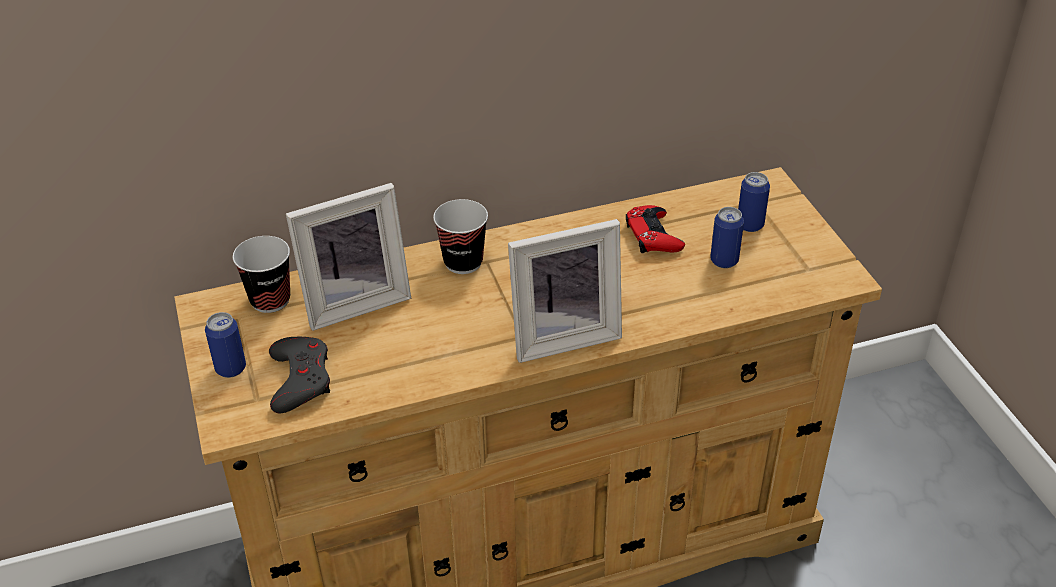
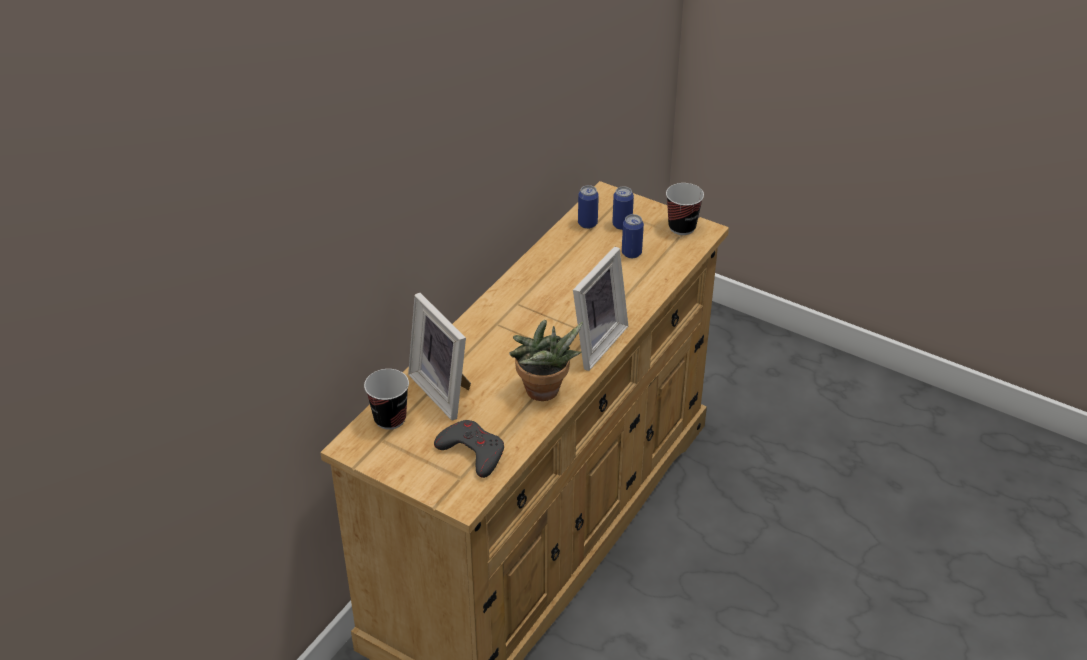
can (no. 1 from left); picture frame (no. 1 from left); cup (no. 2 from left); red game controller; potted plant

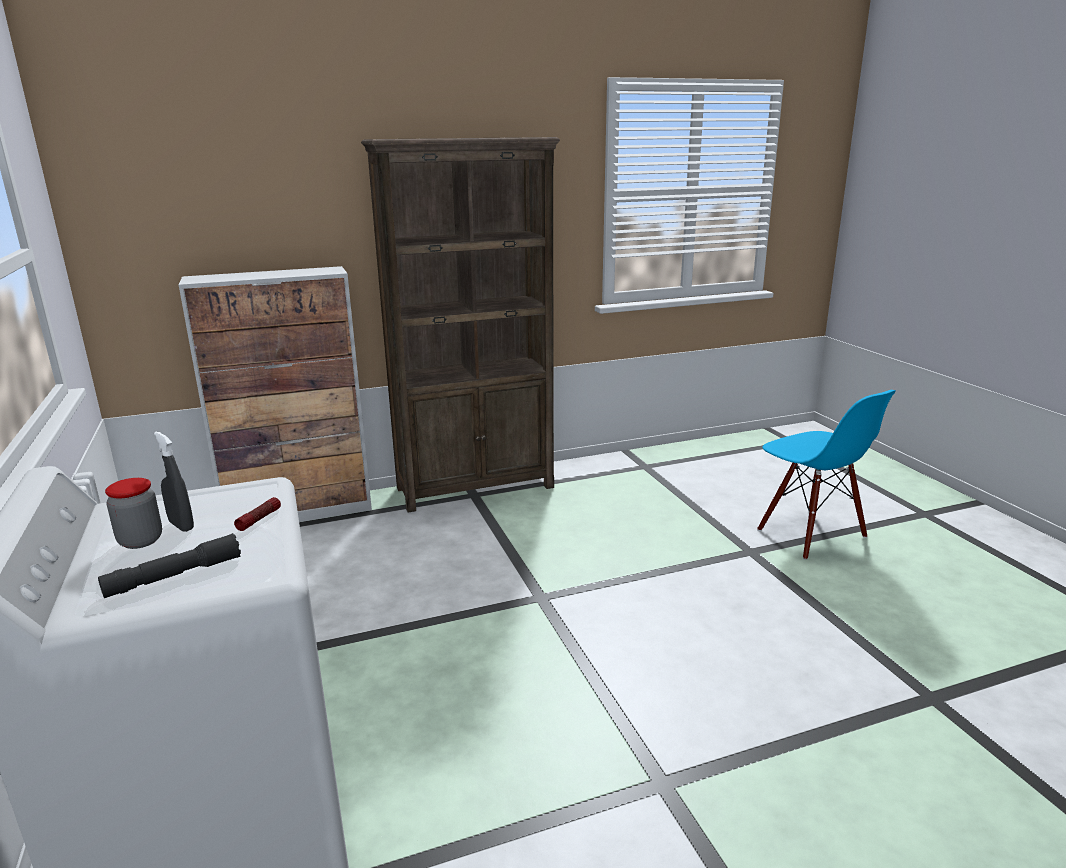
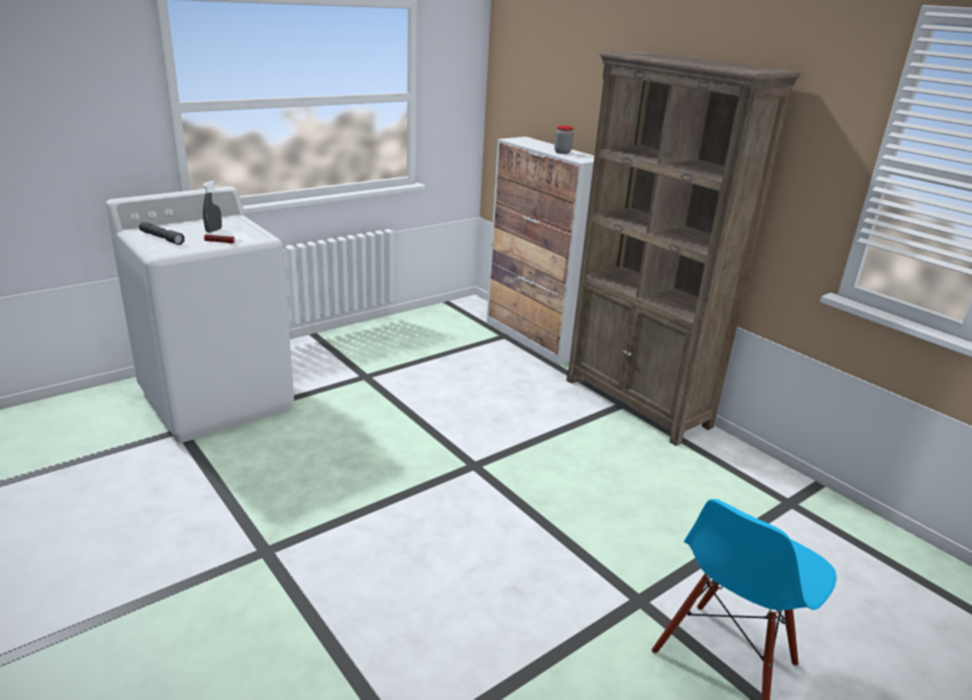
jar

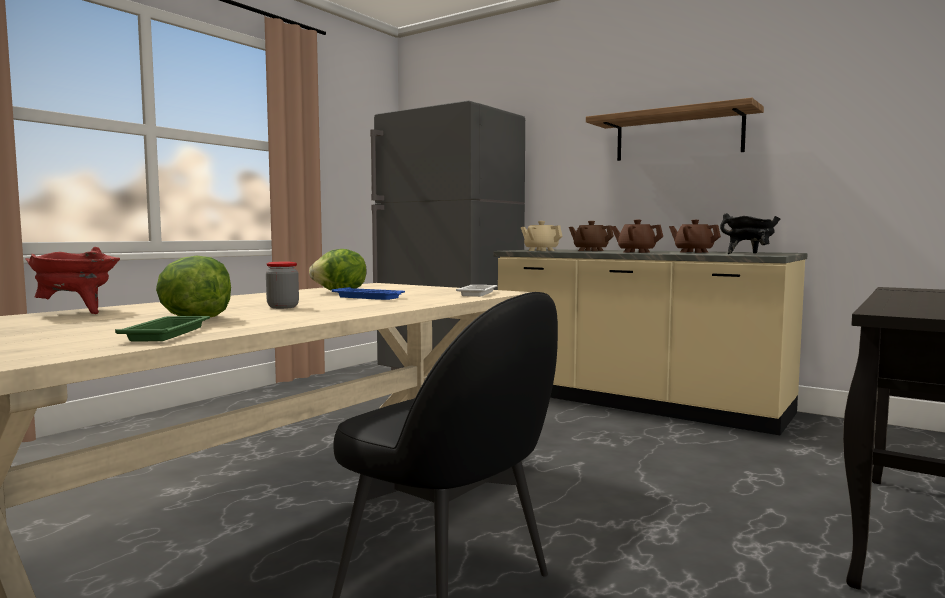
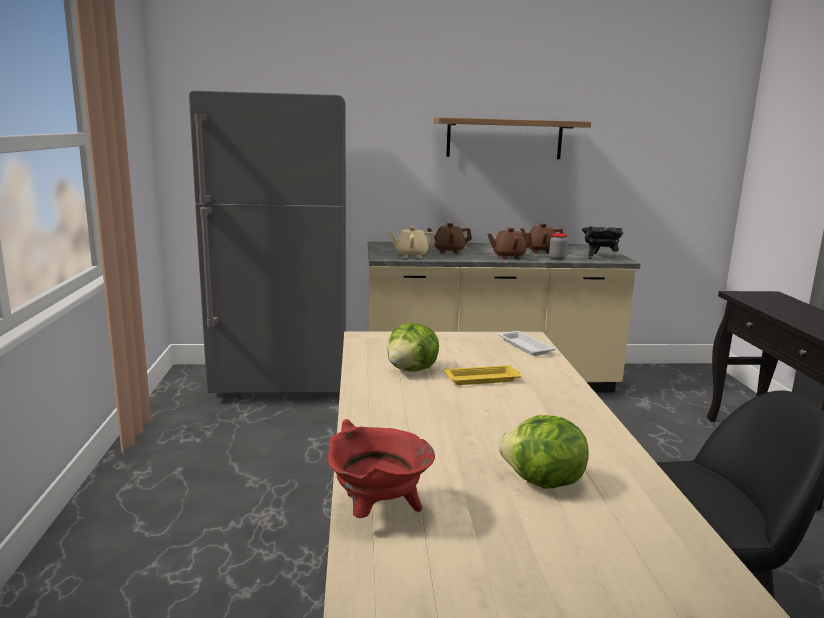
green tray; jar; yellow tray

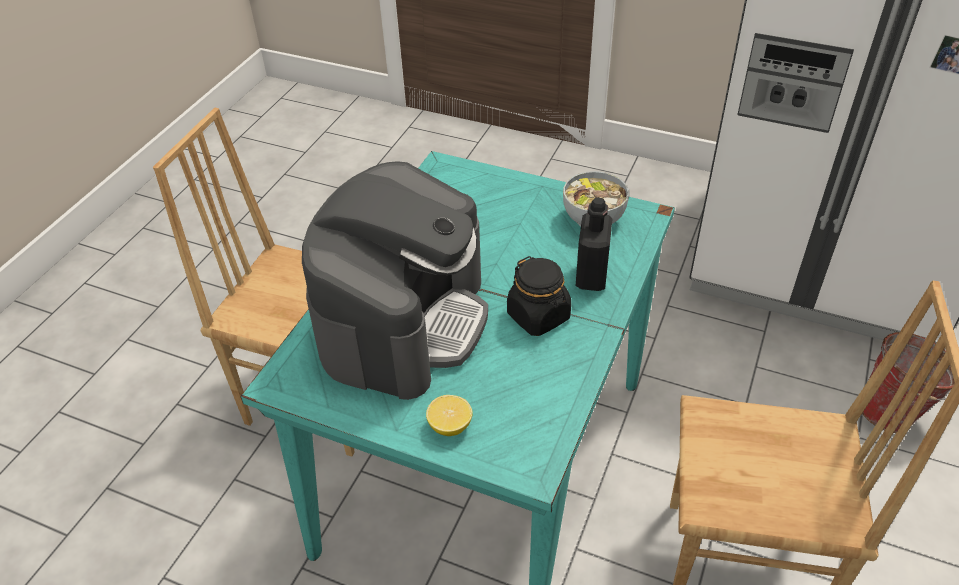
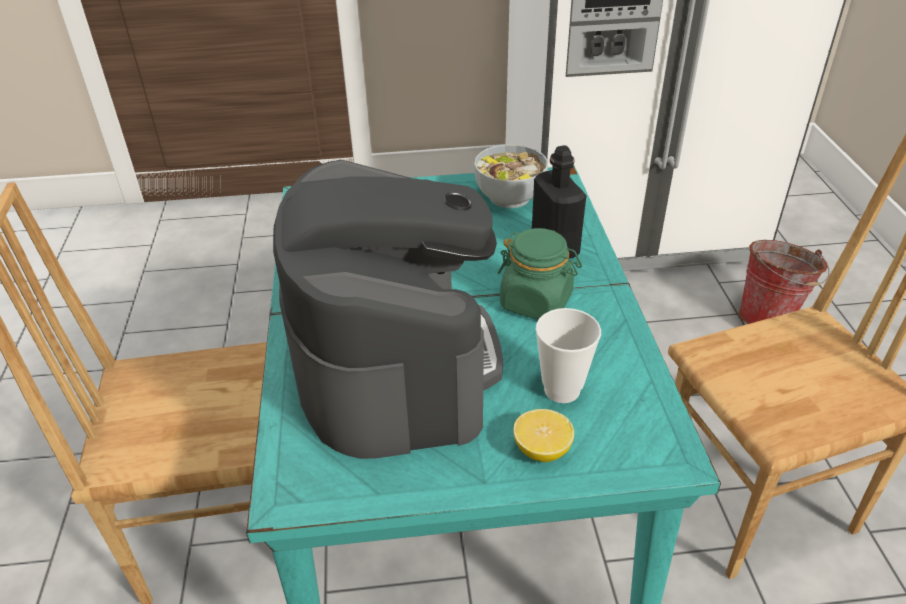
green jar; cup

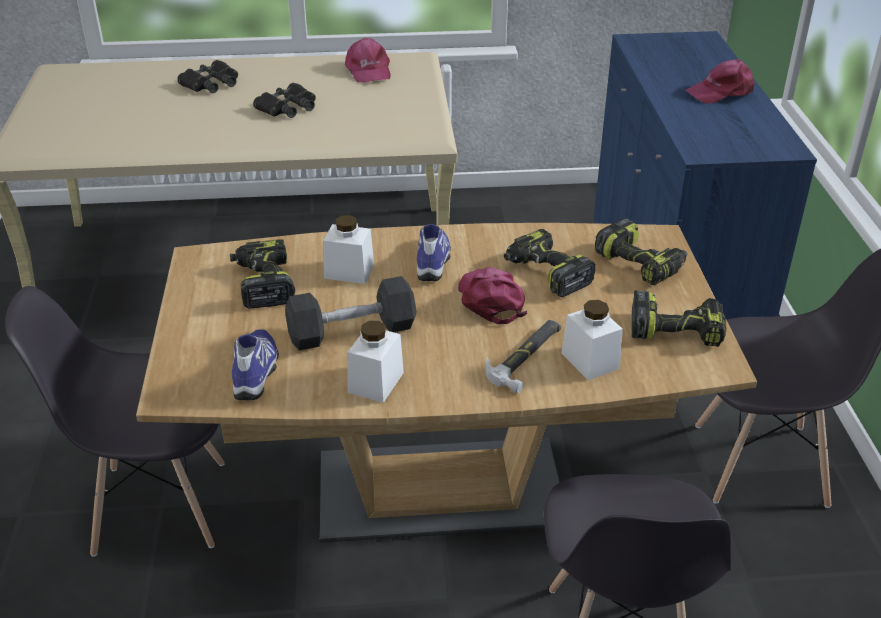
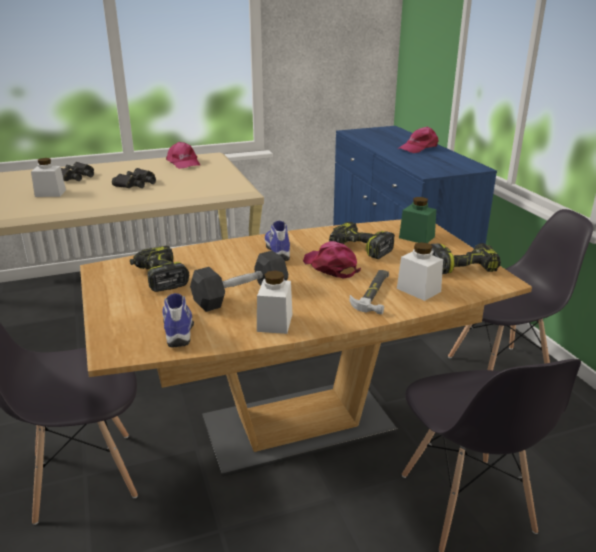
white jar (no. 1 from left); green jar

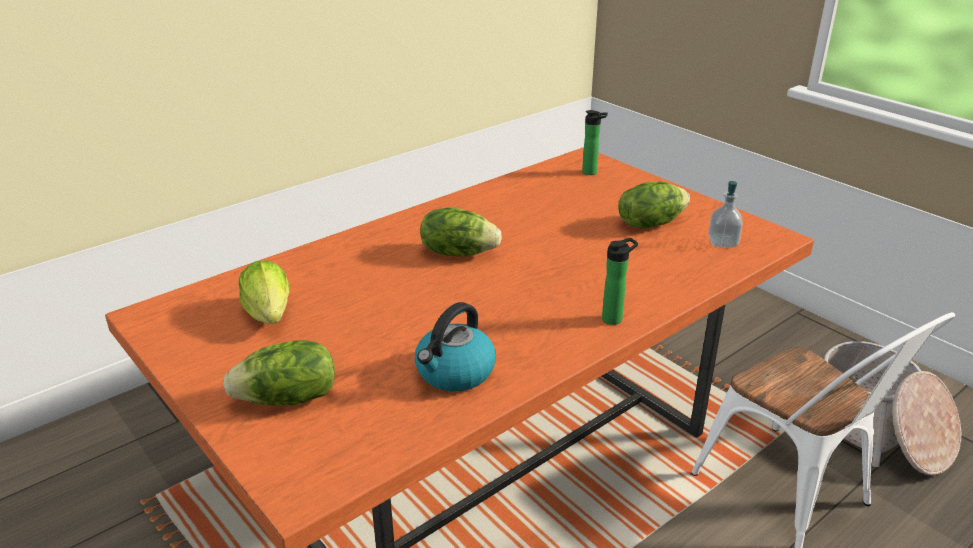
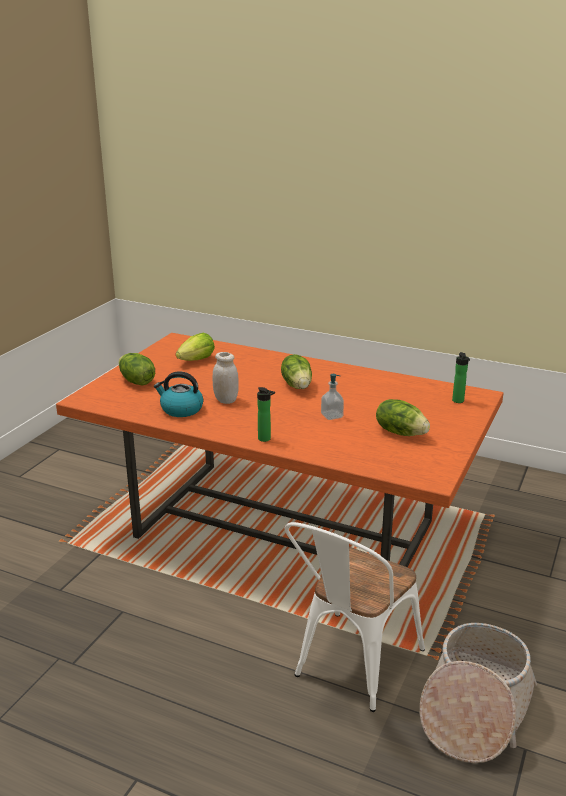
soap dispenser; white jar

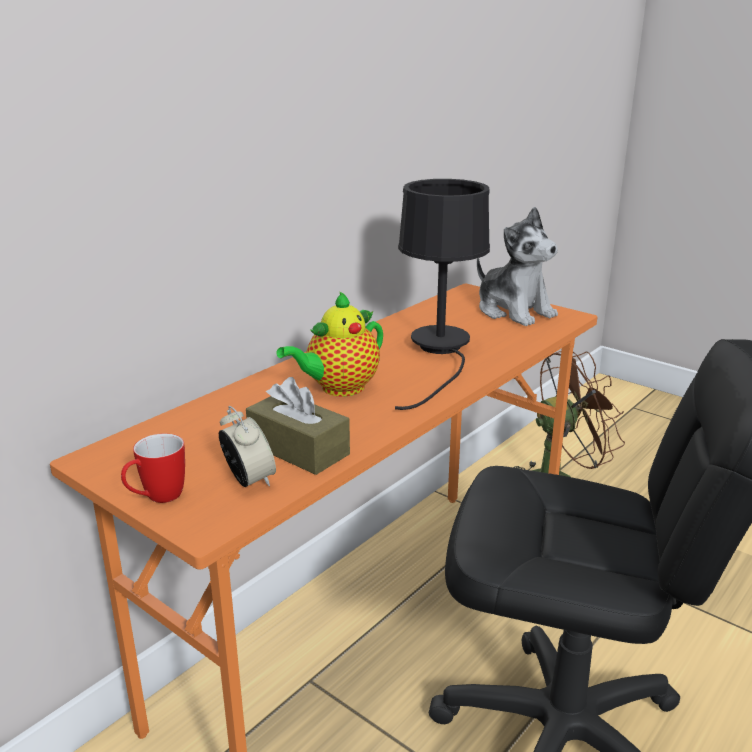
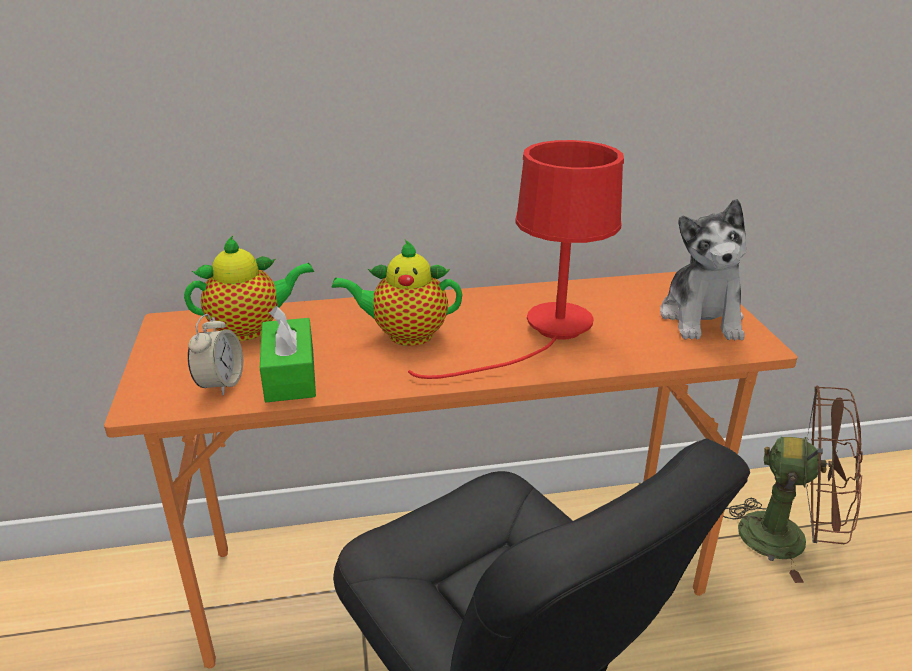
mug; green tissue box; red table lamp; teapot (no. 1 from left)

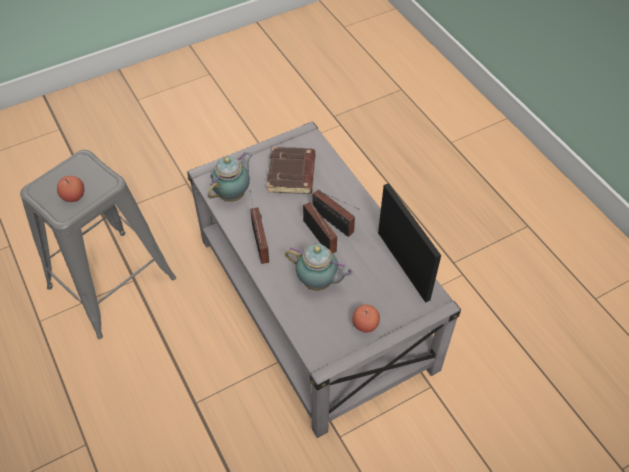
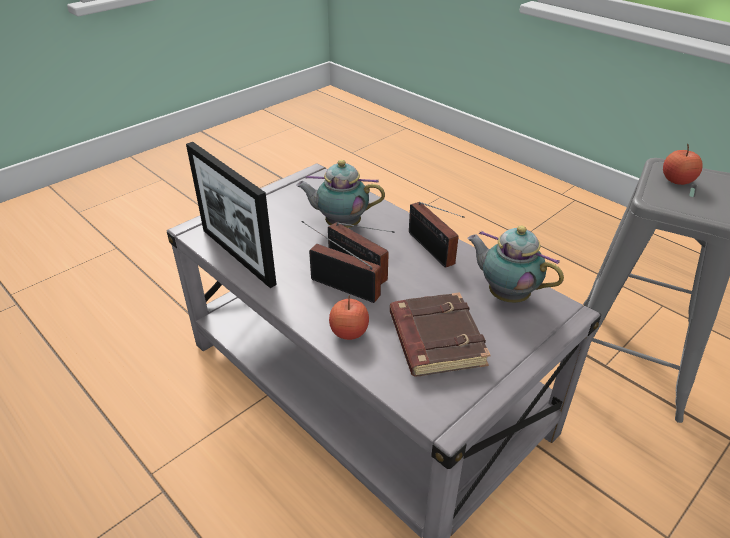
teapot (no. 2 from left); apple (no. 1 from left)

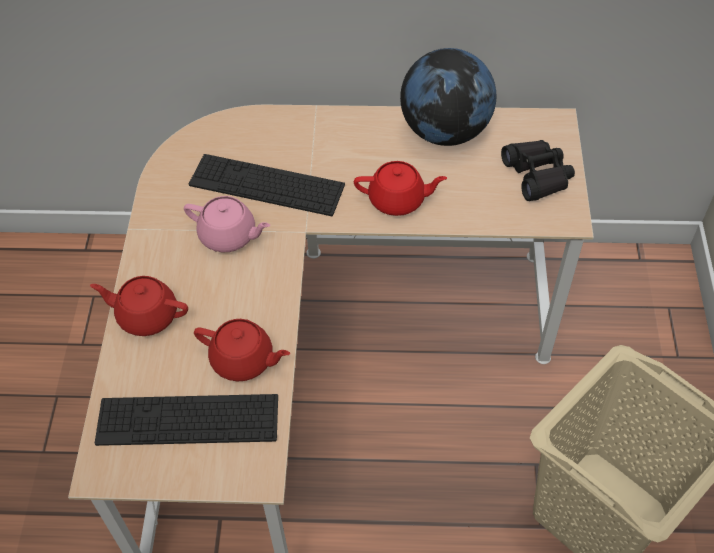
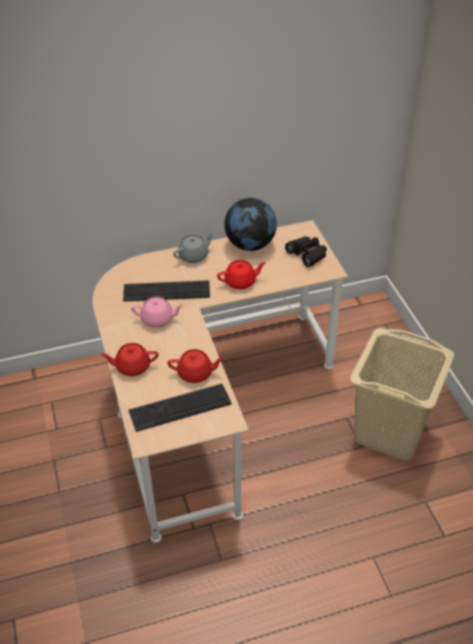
grey teapot

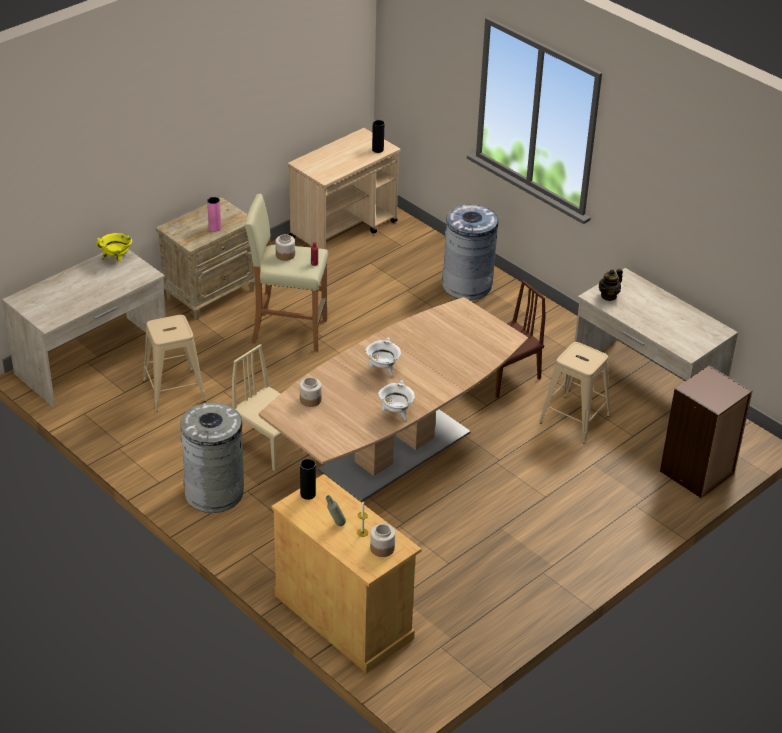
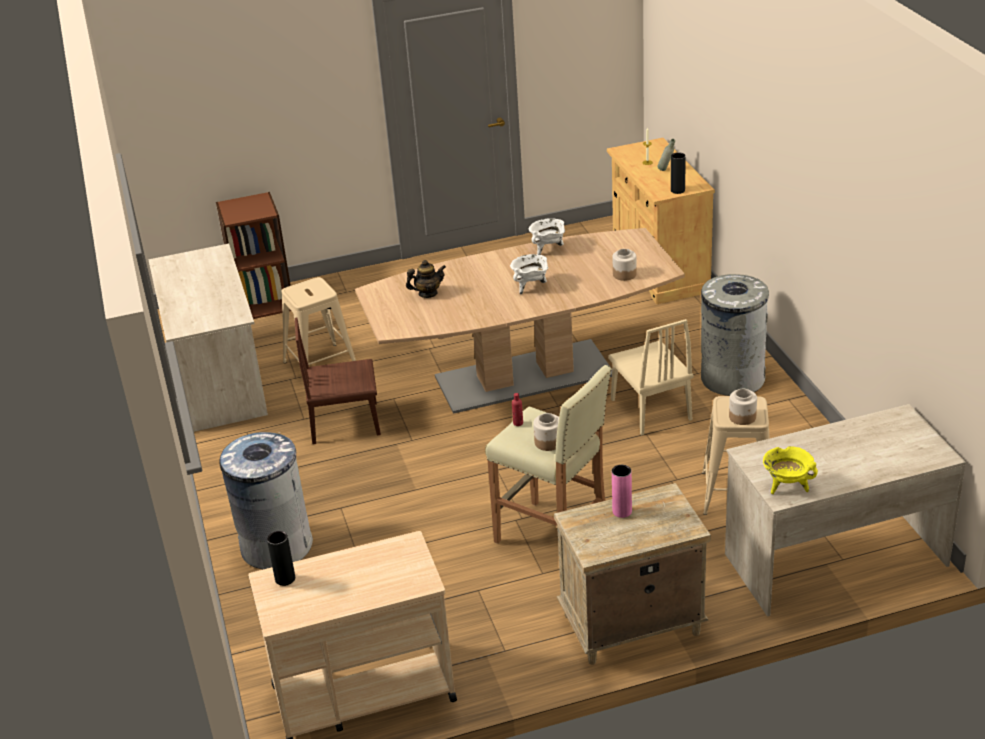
jar (no. 3 from left); teapot

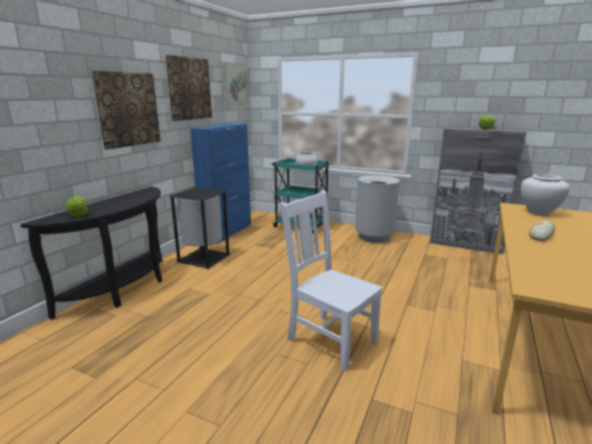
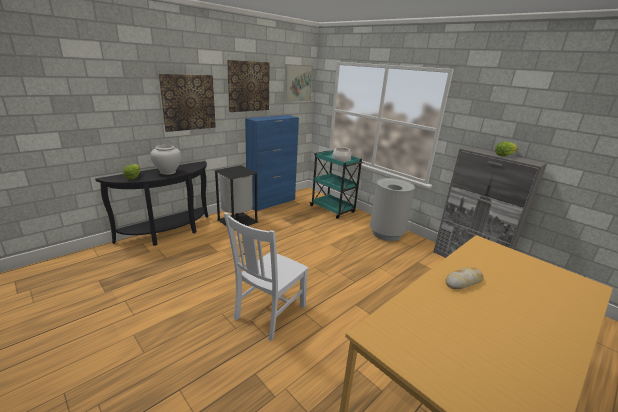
white chair; white vase

